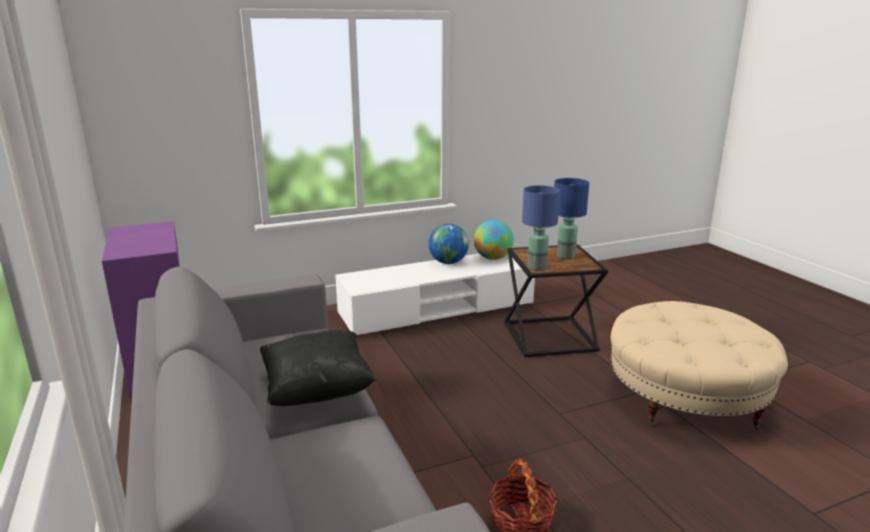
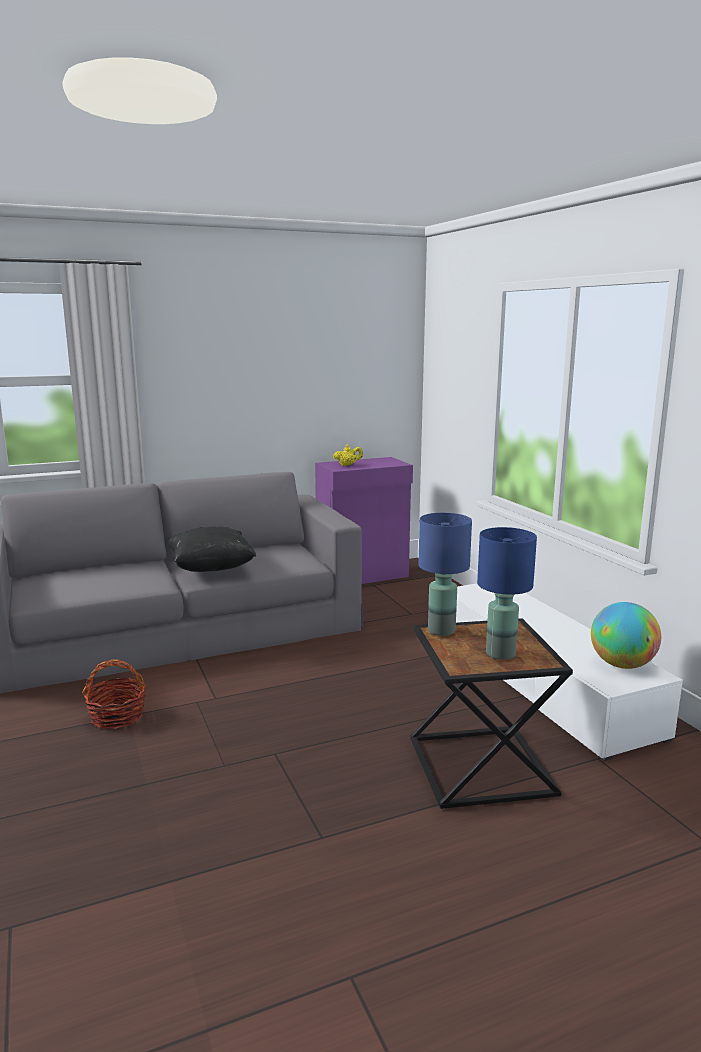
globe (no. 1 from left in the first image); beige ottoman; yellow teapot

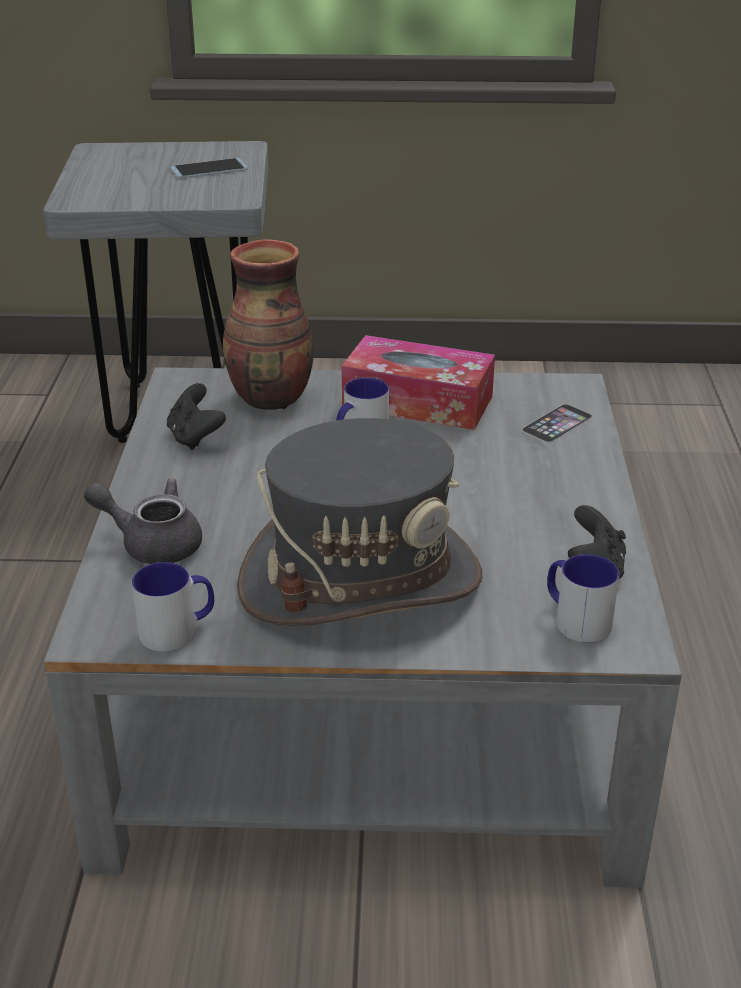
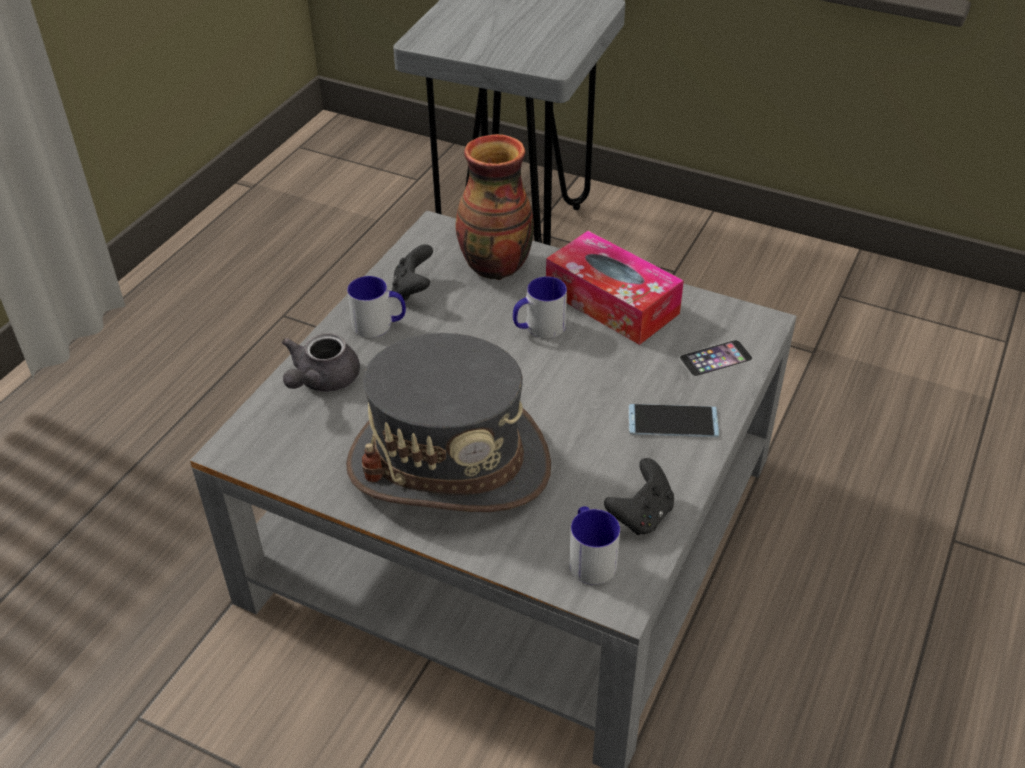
grey teapot; mug (no. 1 from left); phone (no. 1 from left)

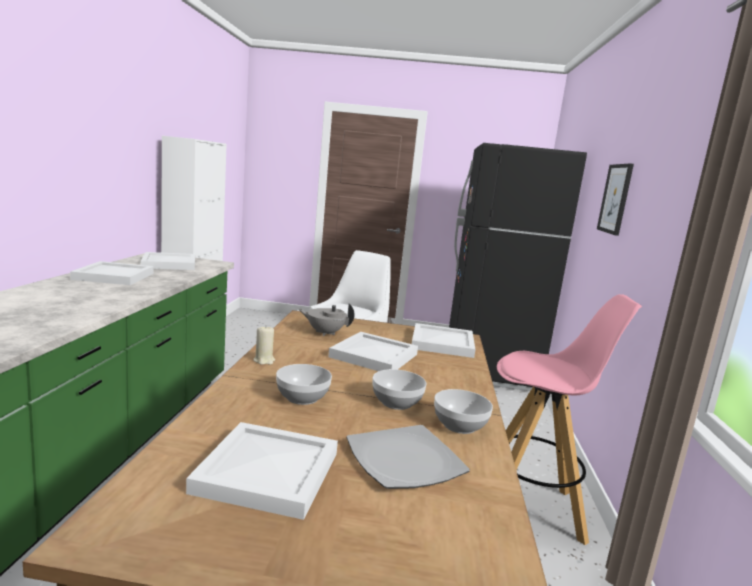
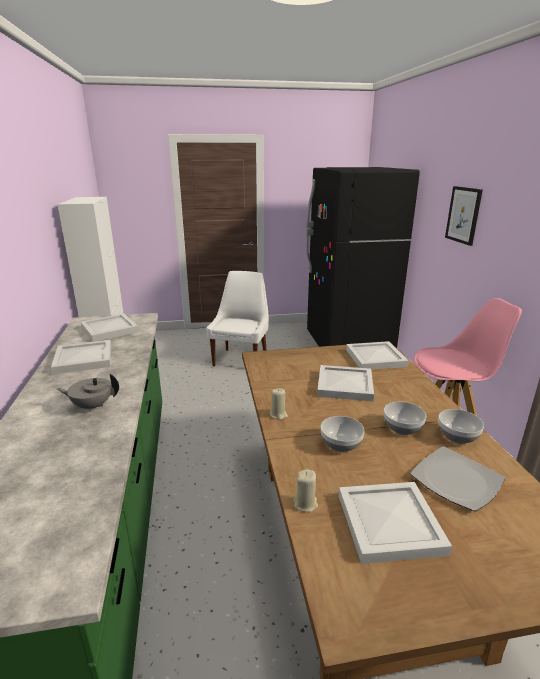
grey teapot; beige candle (no. 2 from left)

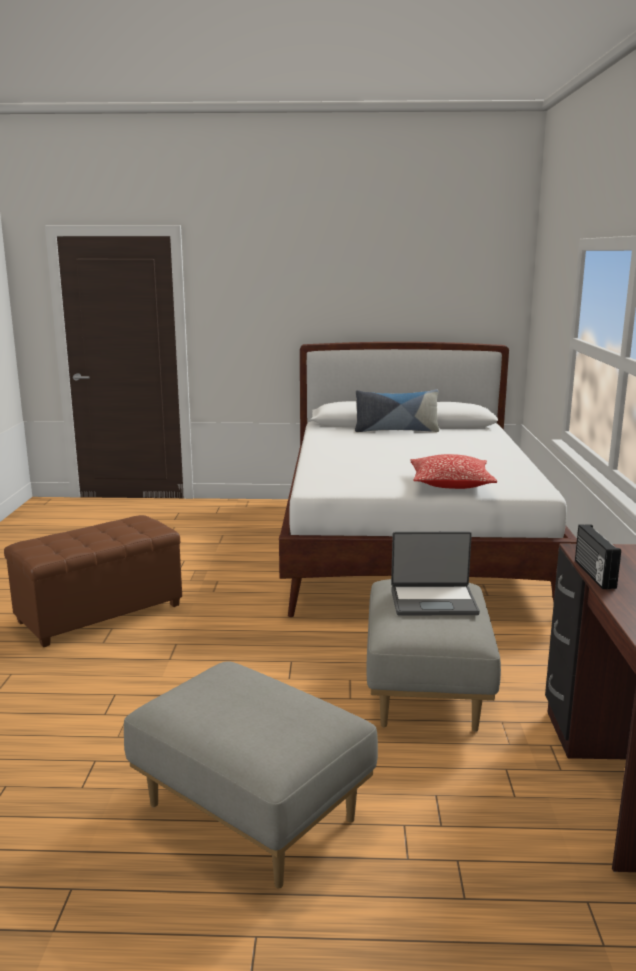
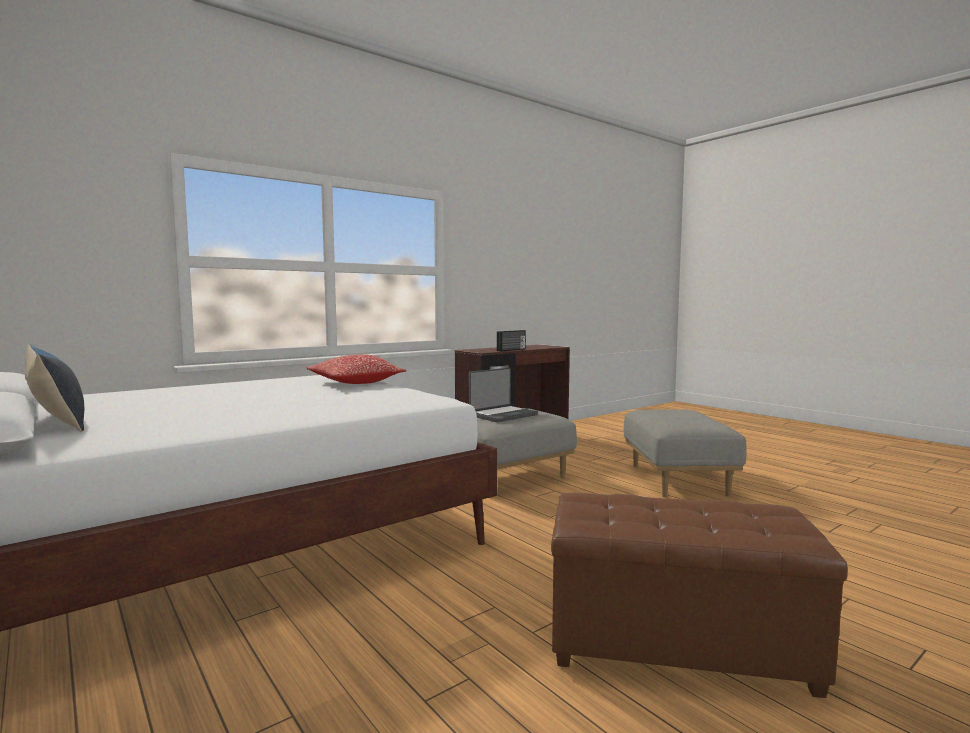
laptop

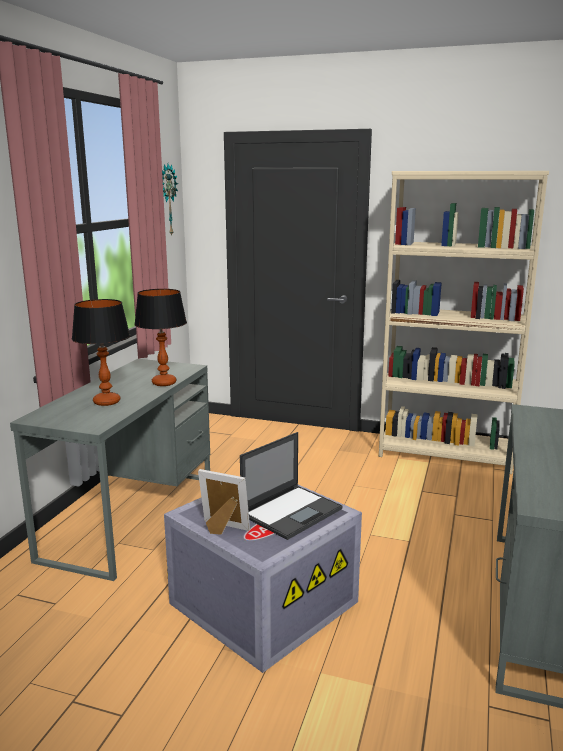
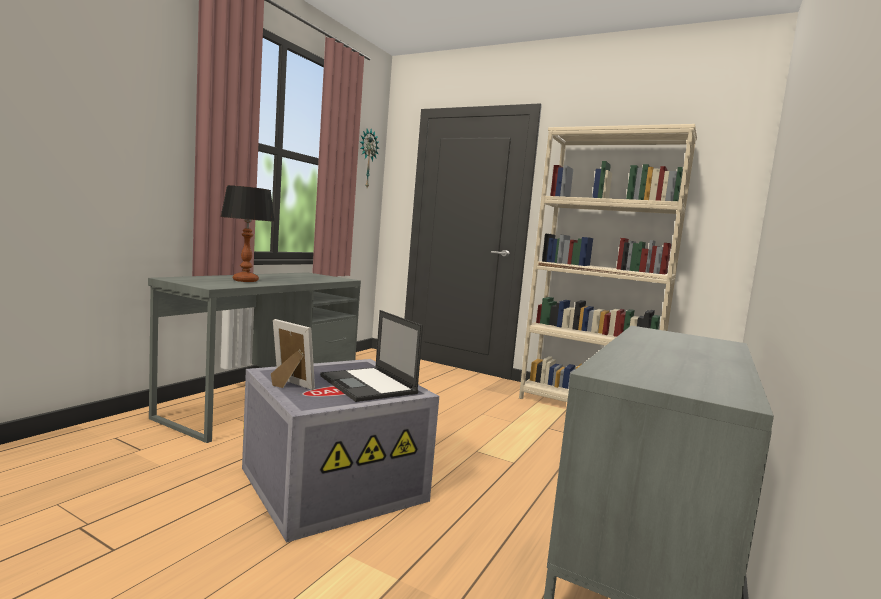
table lamp (no. 2 from left in the first image); laptop

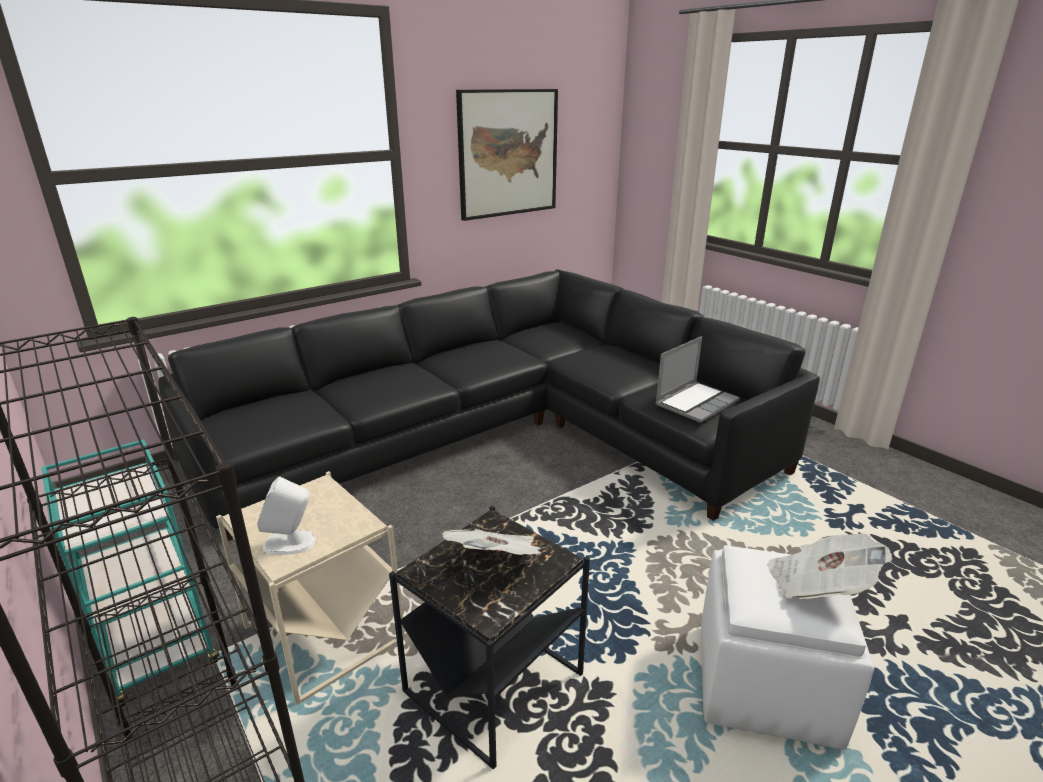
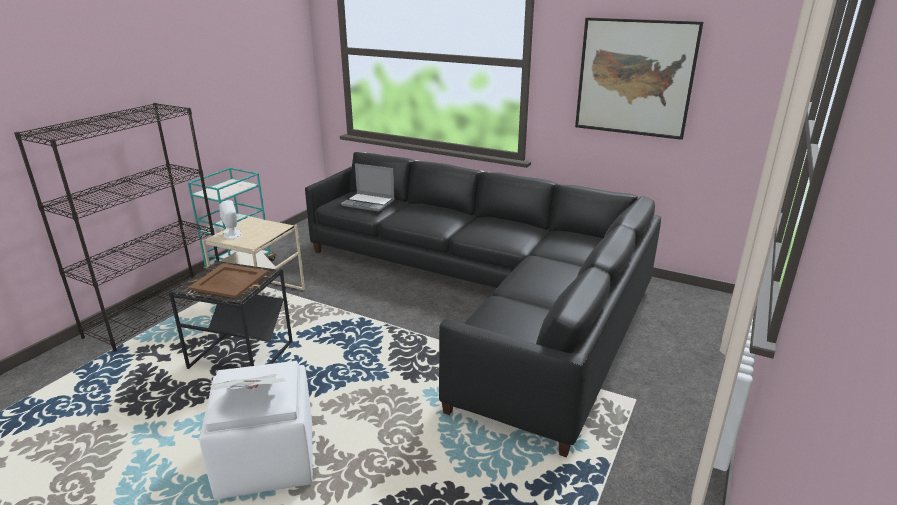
brown tray; laptop

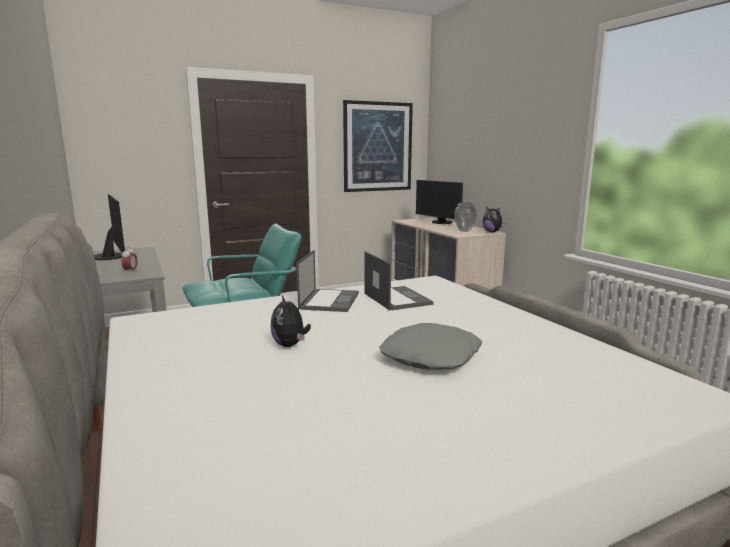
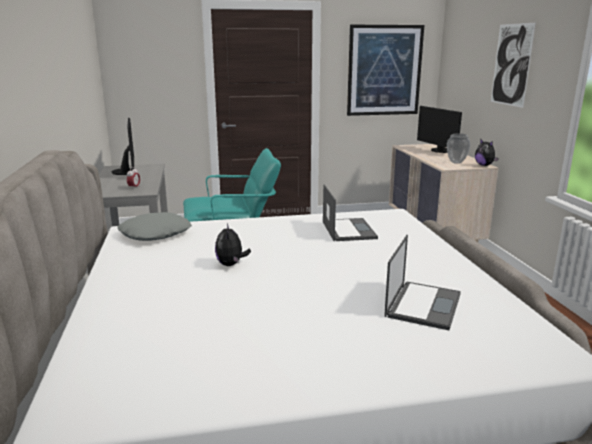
laptop (no. 2 from left); grey pillow; picture (no. 2 from left)

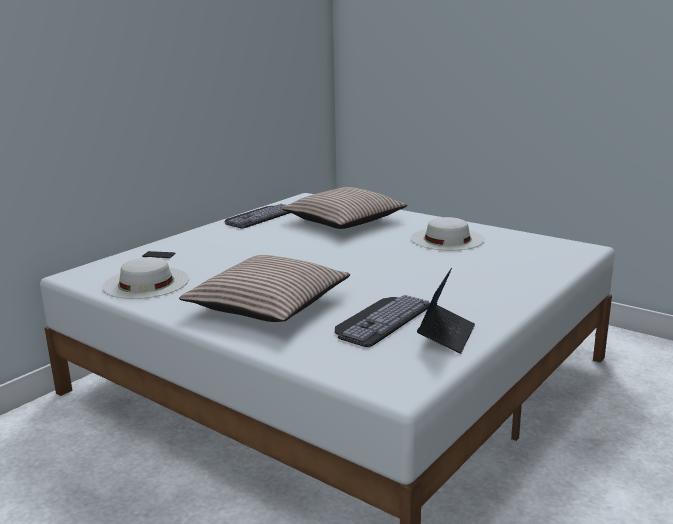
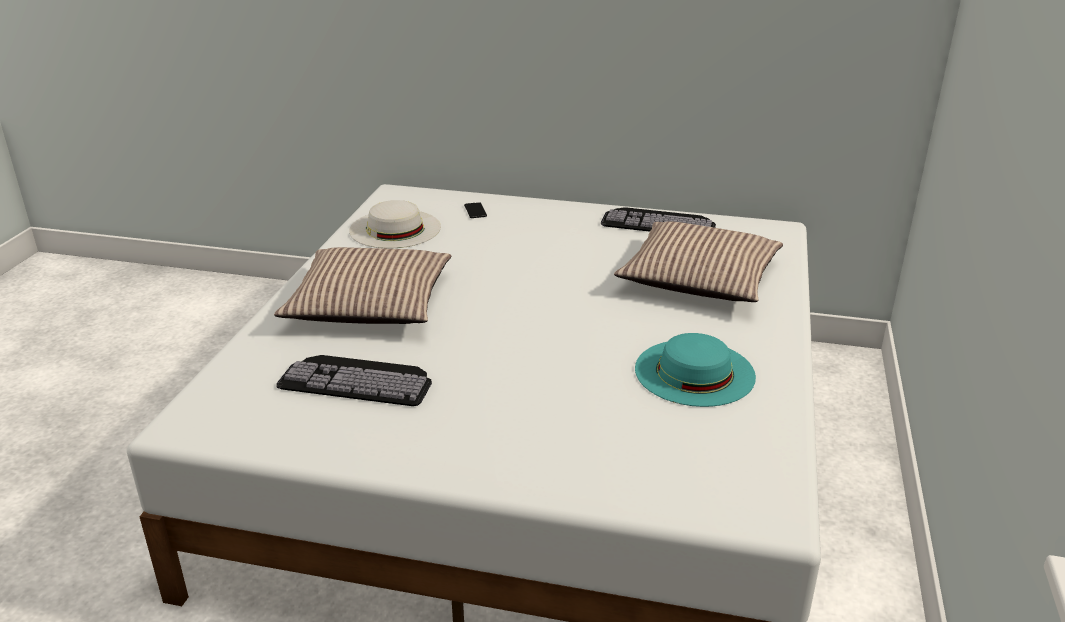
turquoise hat; laptop

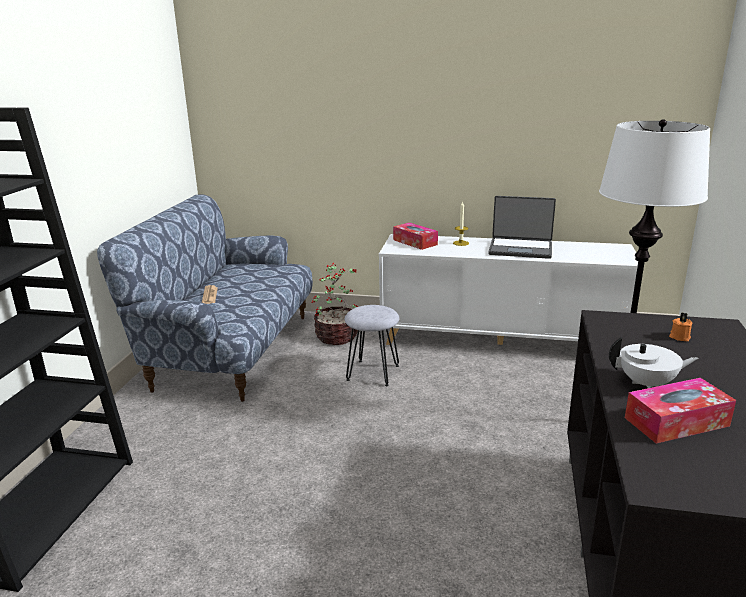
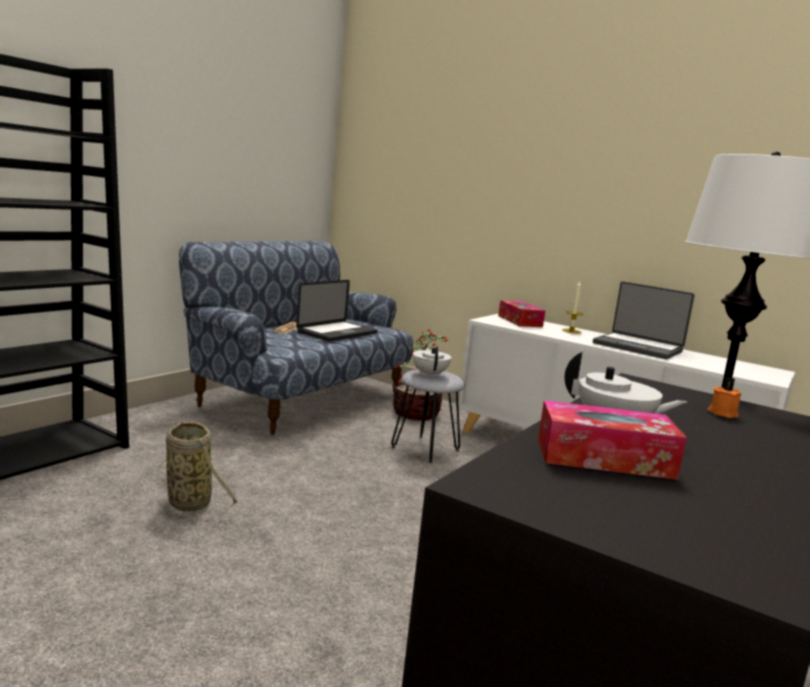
basket; laptop (no. 1 from left); white teapot (no. 1 from left)

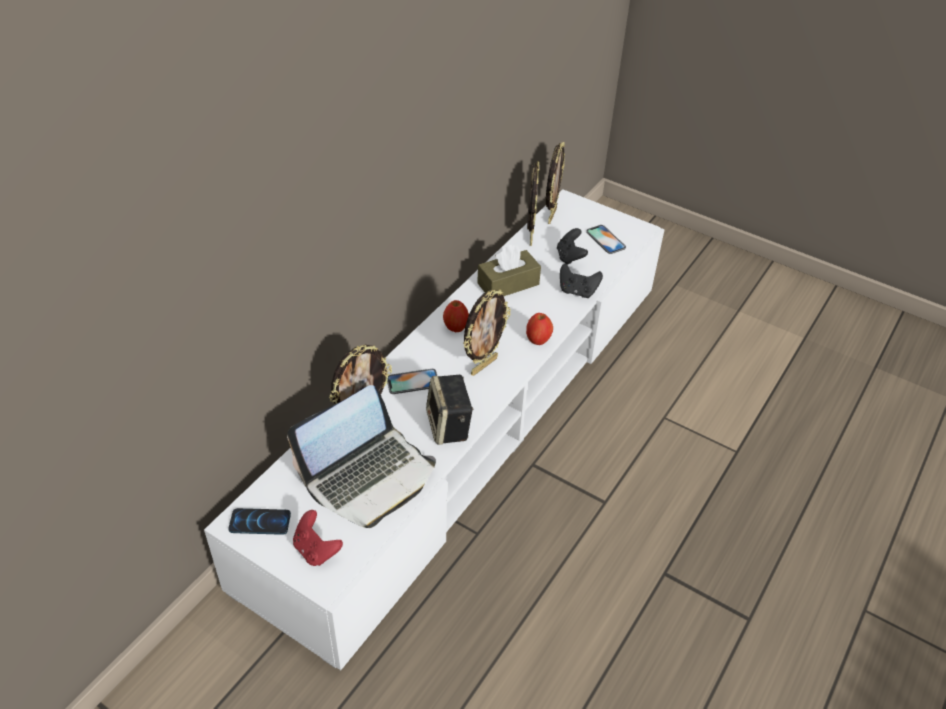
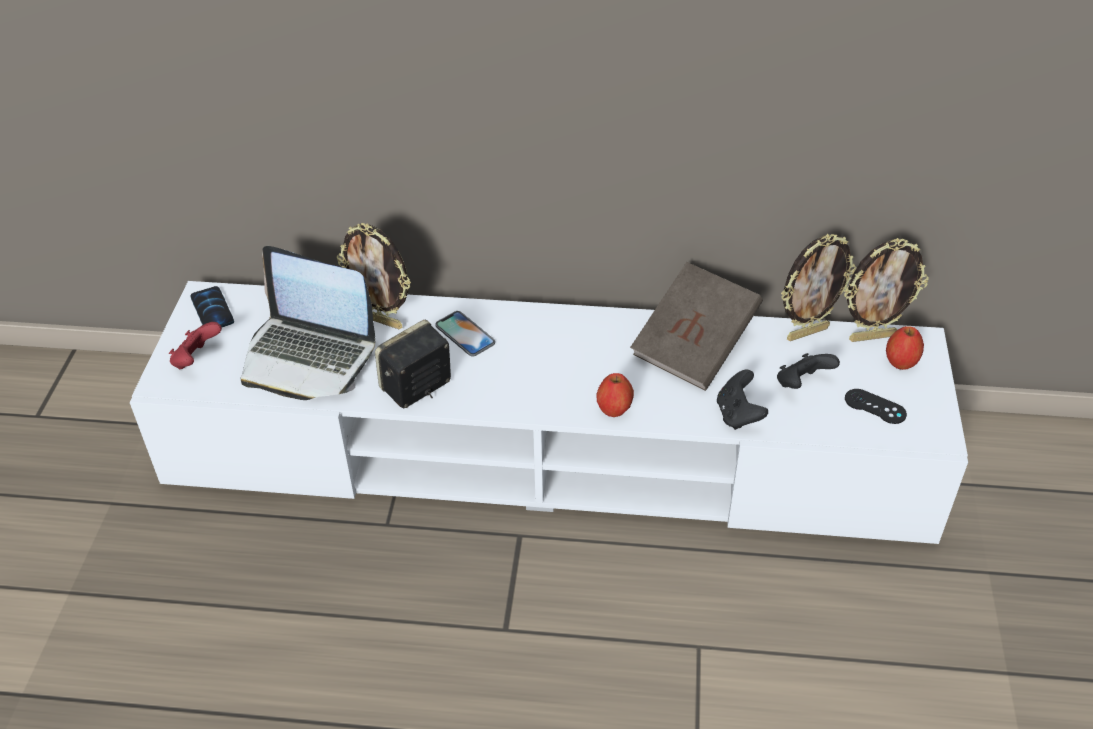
apple (no. 2 from left); picture frame (no. 2 from left in the first image); brown book; black game controller (no. 3 from left)

